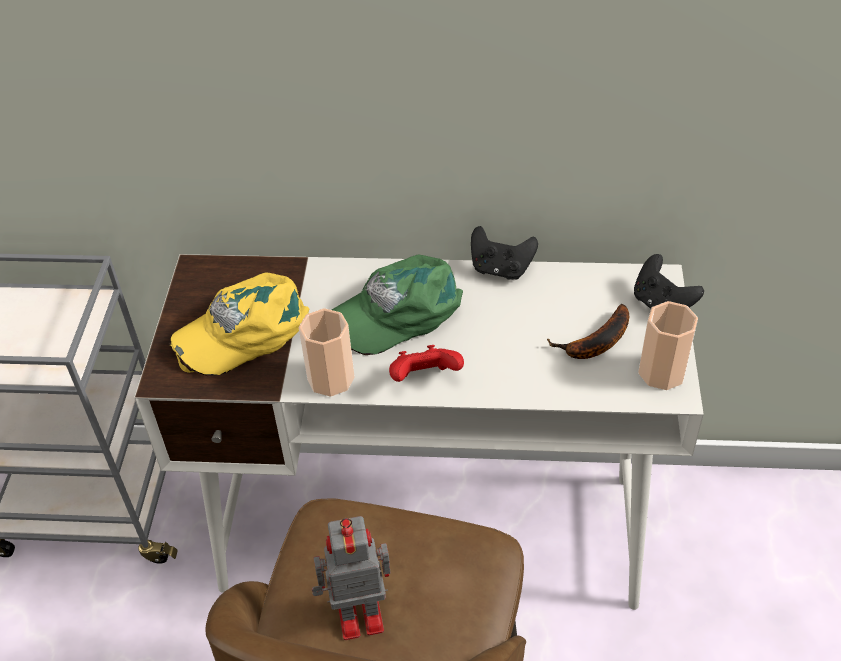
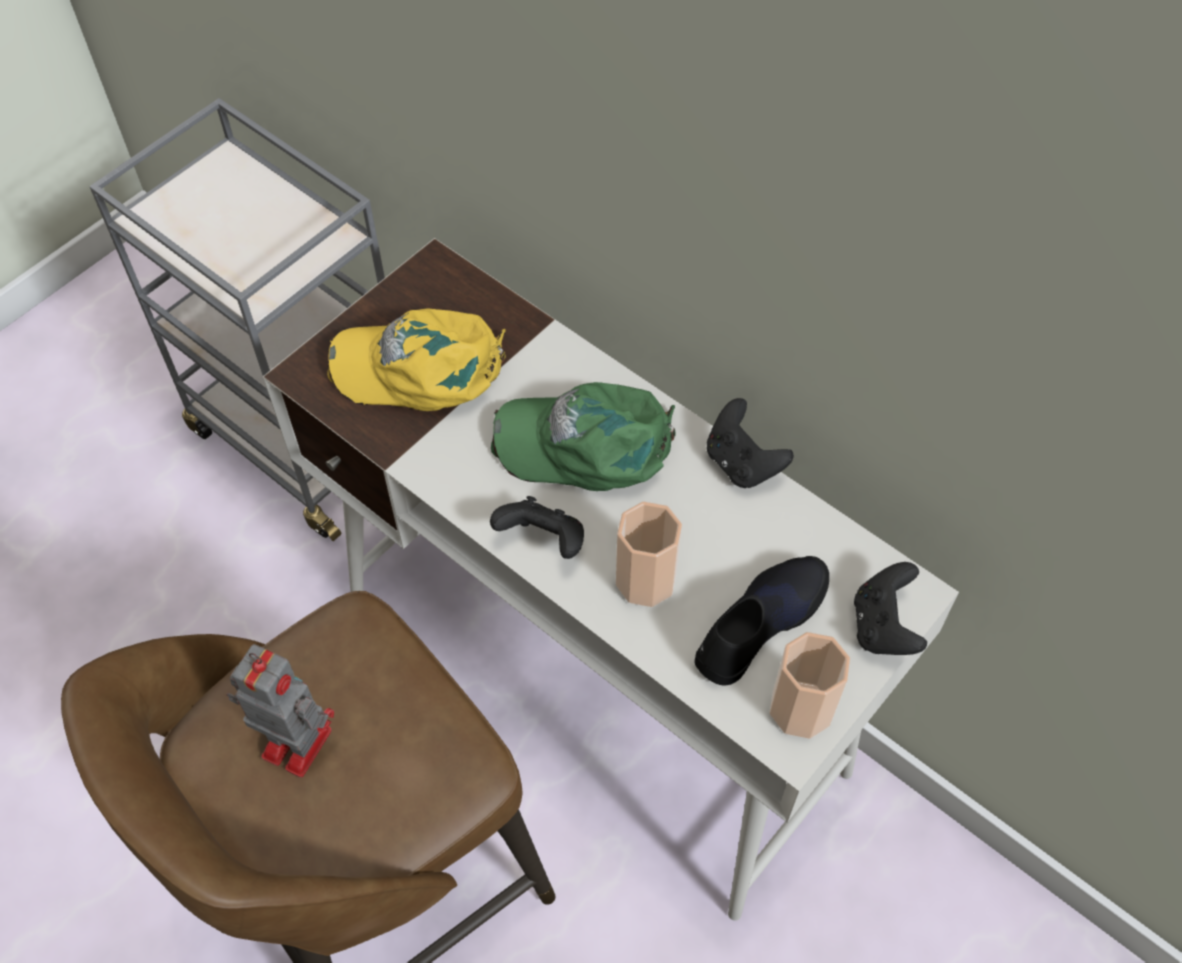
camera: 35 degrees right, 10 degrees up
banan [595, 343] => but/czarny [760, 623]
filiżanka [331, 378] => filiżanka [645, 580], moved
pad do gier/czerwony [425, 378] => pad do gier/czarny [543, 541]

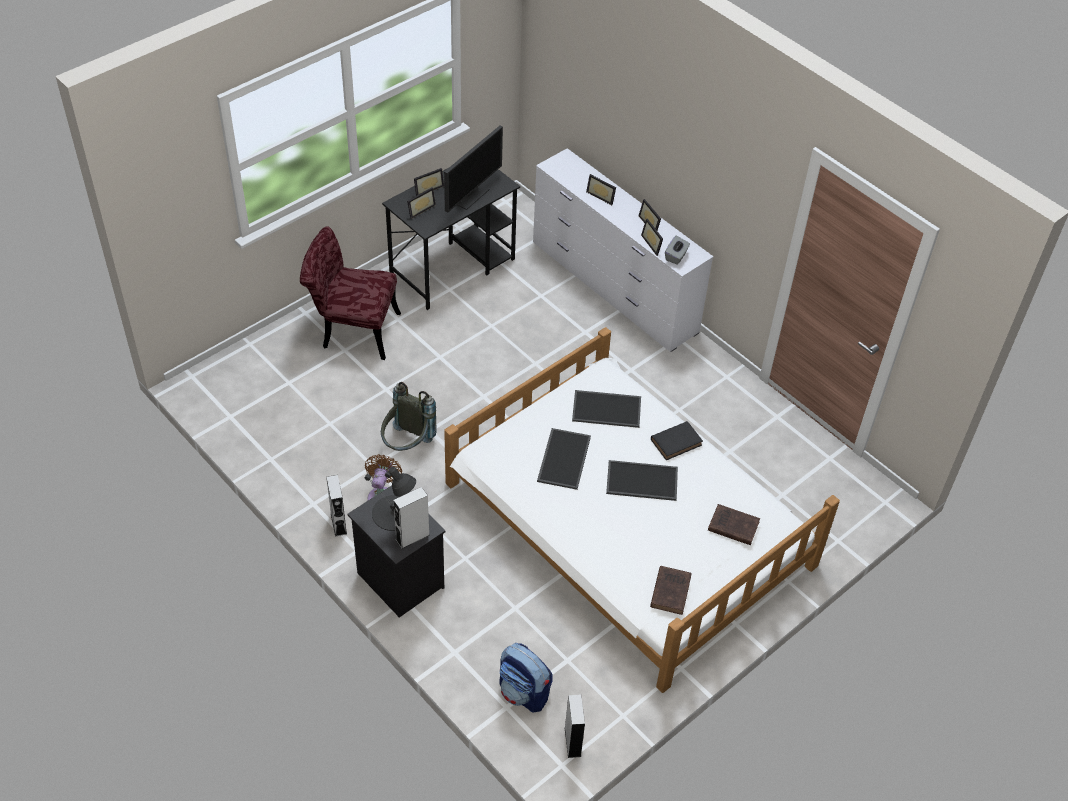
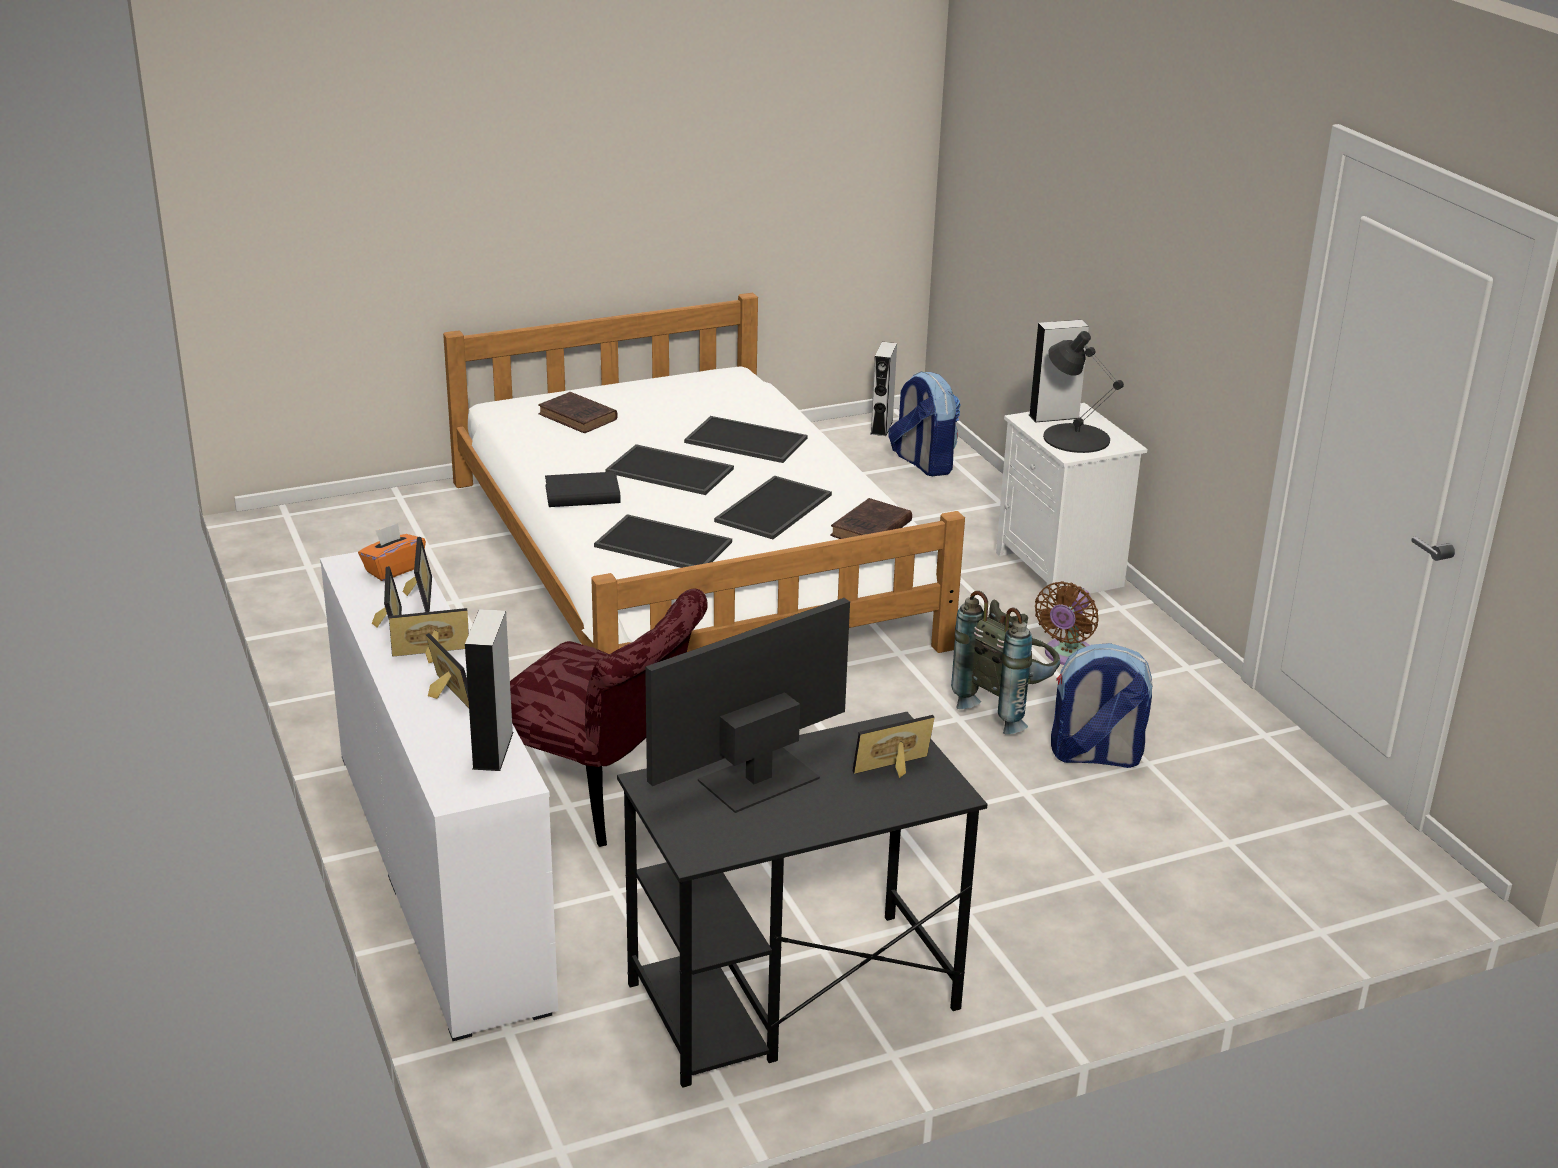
camera: 160 degrees left, 20 degrees down
ramka na zdjęcie [427, 188] => ramka na zdjęcie [431, 657], moved
krzesło/czerwony [352, 330] => krzesło/czerwony [600, 798], moved
pudełko chusteczek/szary [676, 256] => pudełko chusteczek/pomarańczowy [393, 569]
głośnik/szary [338, 523] => głośnik/szary [493, 750], moved
szafka nocna/czarny [398, 580] => szafka nocna/biały [1062, 571]
książka/brązowy [670, 591] => książka/brązowy [870, 530], moved
nothing => taca [744, 441]
nothing => plecak [1095, 756]

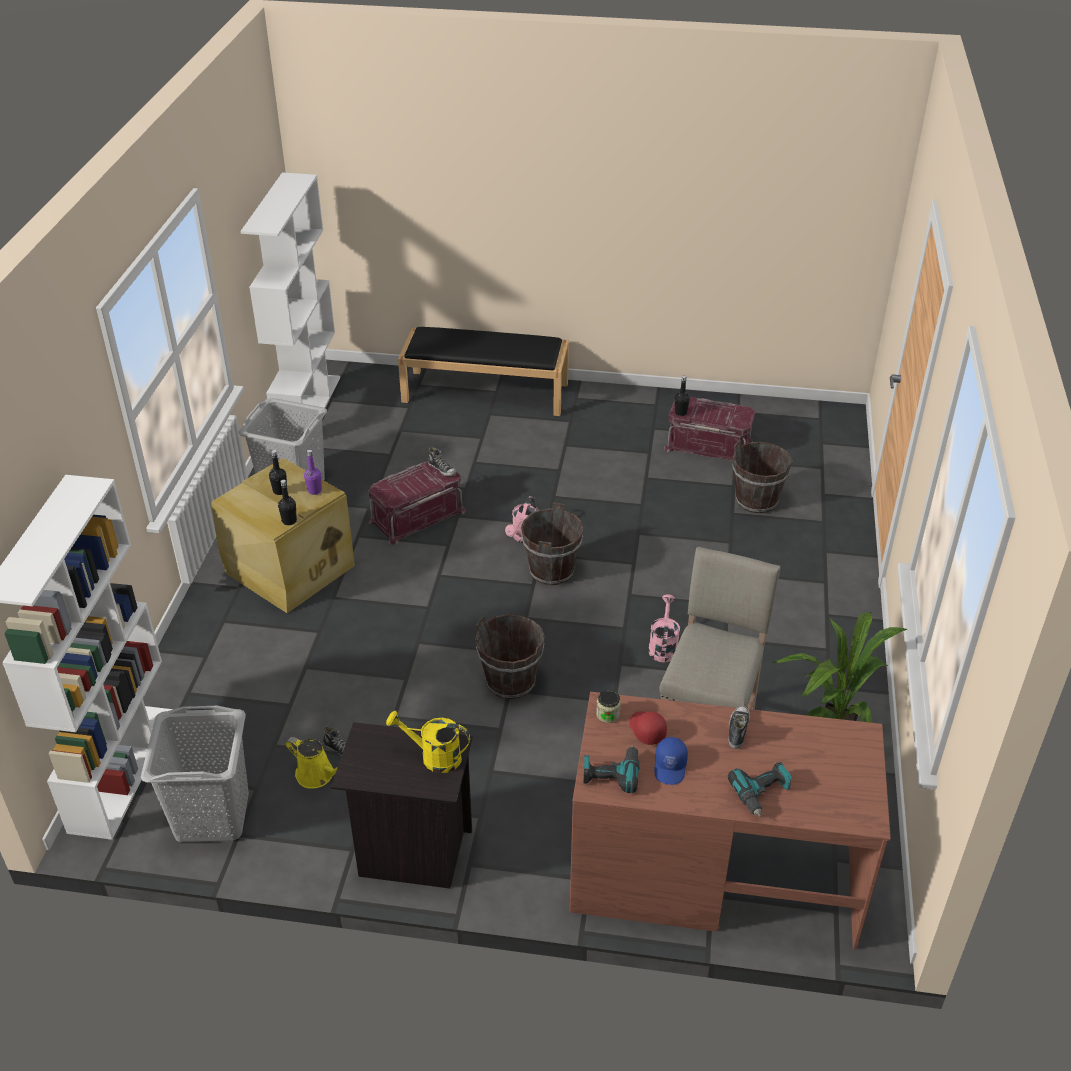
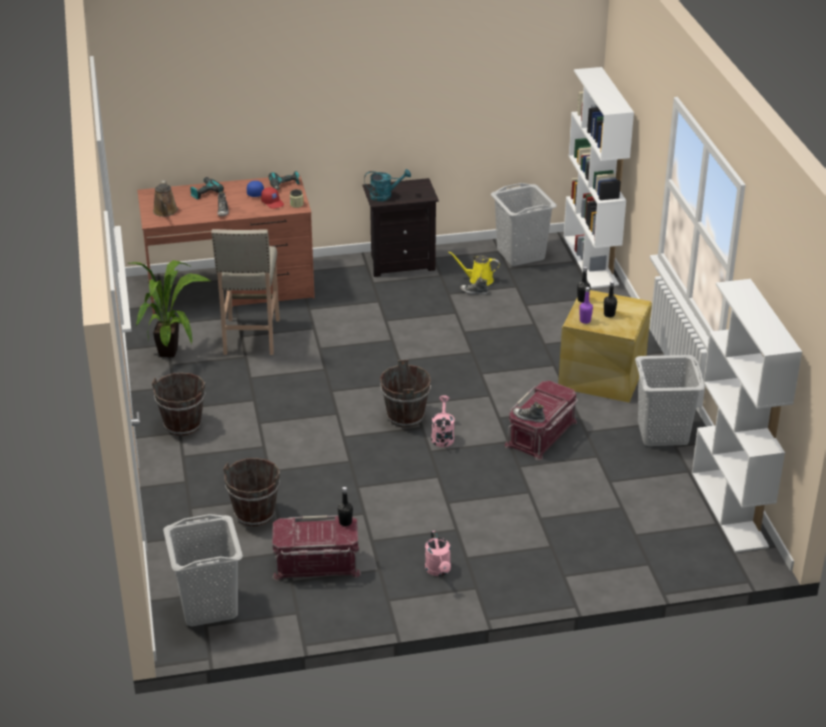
camera: 160 degrees right, 5 degrees down
ławka/czarny [486, 392] => nothing
konewka/różowy [663, 646] => konewka/różowy [439, 571], moved
wiadro/brązowy [510, 682] => wiadro/brązowy [183, 425], moved
konewka/żółty [434, 757] => konewka/turkusowy [385, 196]
nothing => konewka/brązowy [165, 212]
nothing => kosz na pranie/szary [208, 606]

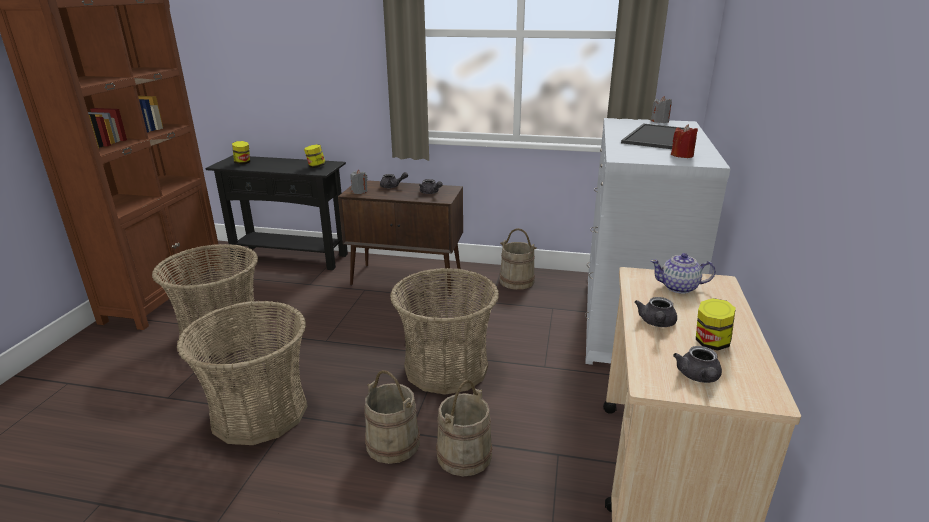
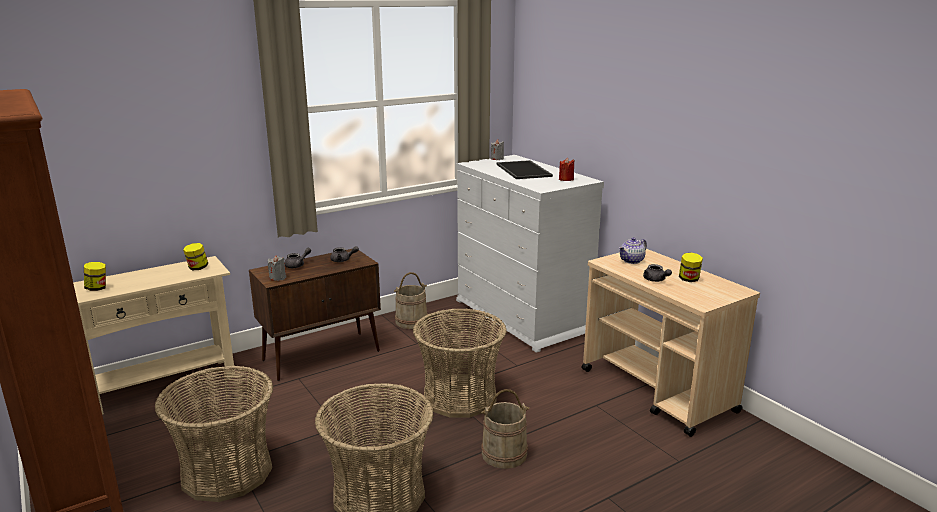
camera: 45 degrees left, 5 degrees down
stolik konsolowy/czarny [290, 257] => stolik konsolowy/beżowy [164, 385]
imbryk/szary [698, 377] => nothing
wiadro/beżowy [464, 454] => nothing

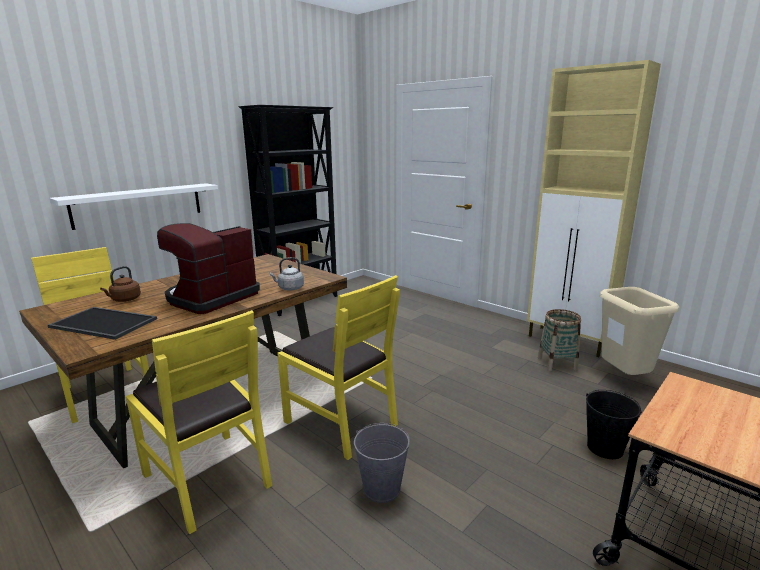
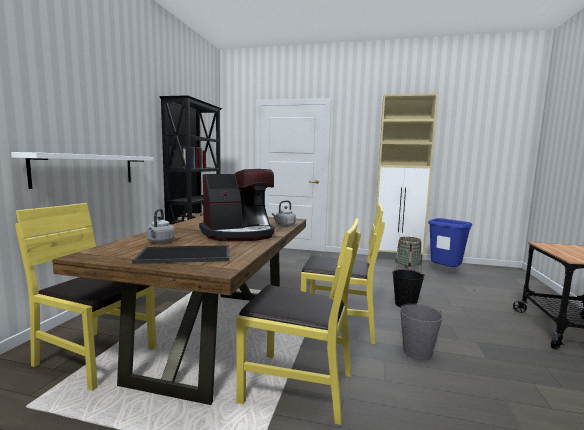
camera: 30 degrees left, 10 degrees down
ekspres do kawy [211, 298] => ekspres do kawy [239, 234], 120 degrees counterclockwise
czajnik/brązowy [124, 300] => czajnik/szary [160, 242]
kosz na śmieci/beżowy [624, 378] => kosz na śmieci/niebieski [445, 272]
wiadro/czarny [605, 448] => wiadro/czarny [405, 304], moved

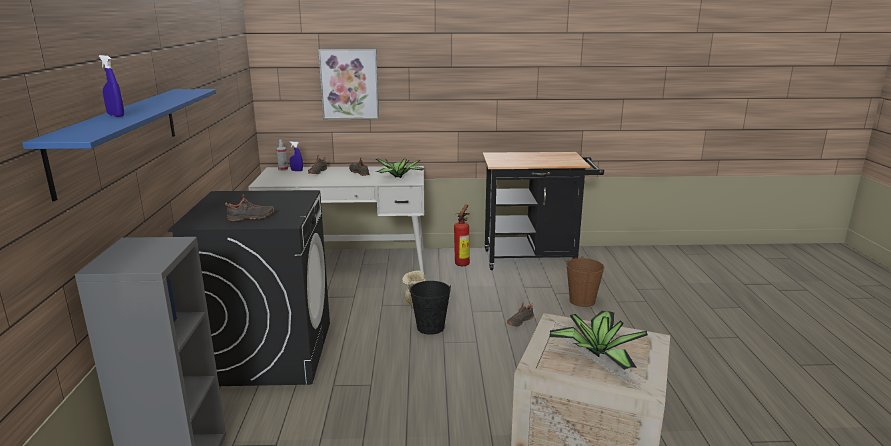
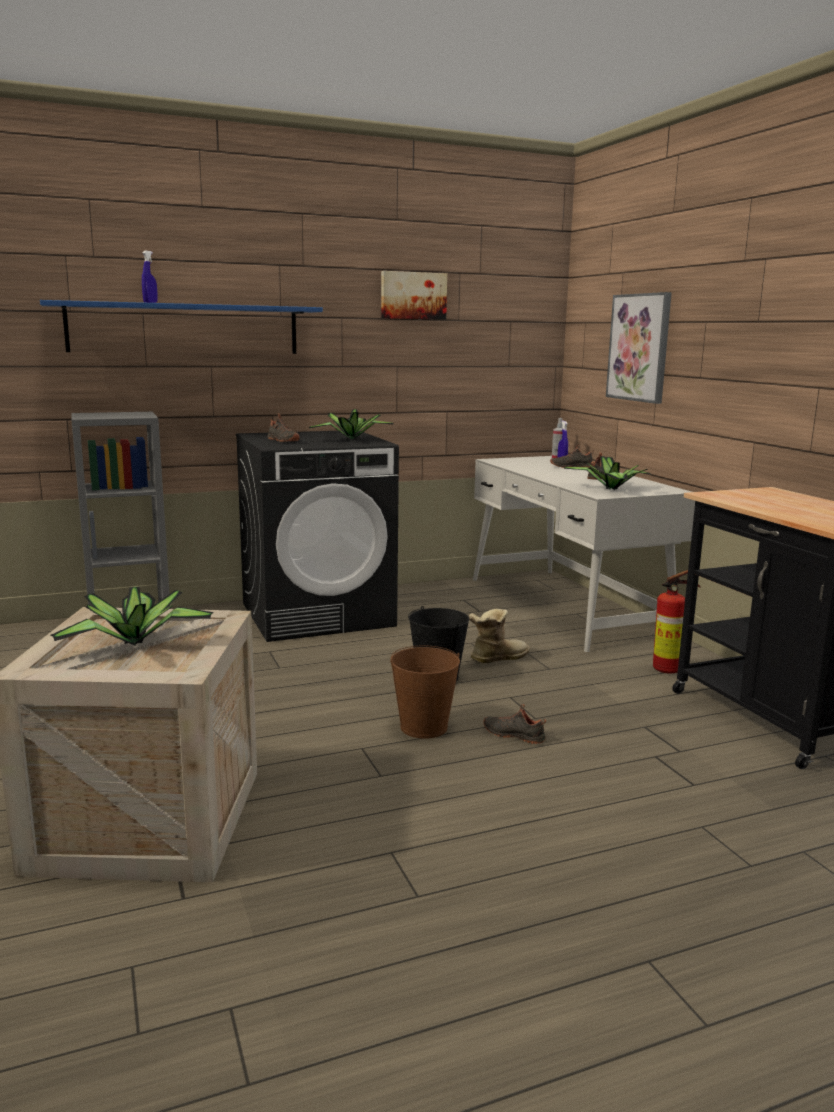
camera: 70 degrees right, 5 degrees down
wiadro/brązowy [582, 301] => wiadro/brązowy [424, 727], moved
nothing => obraz [413, 295]
nothing => roślina doniczkowa [352, 439]

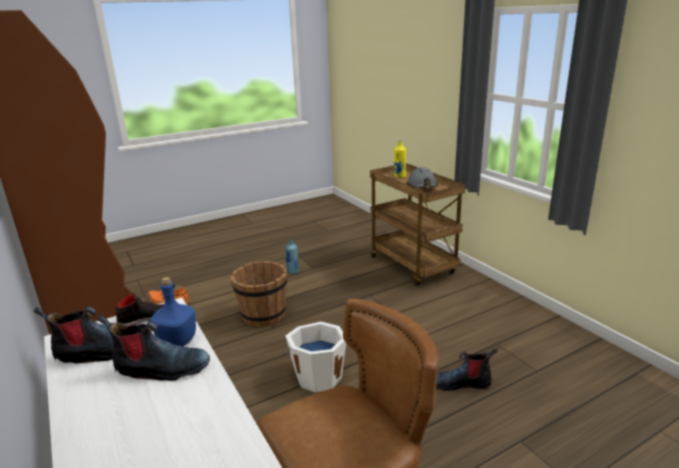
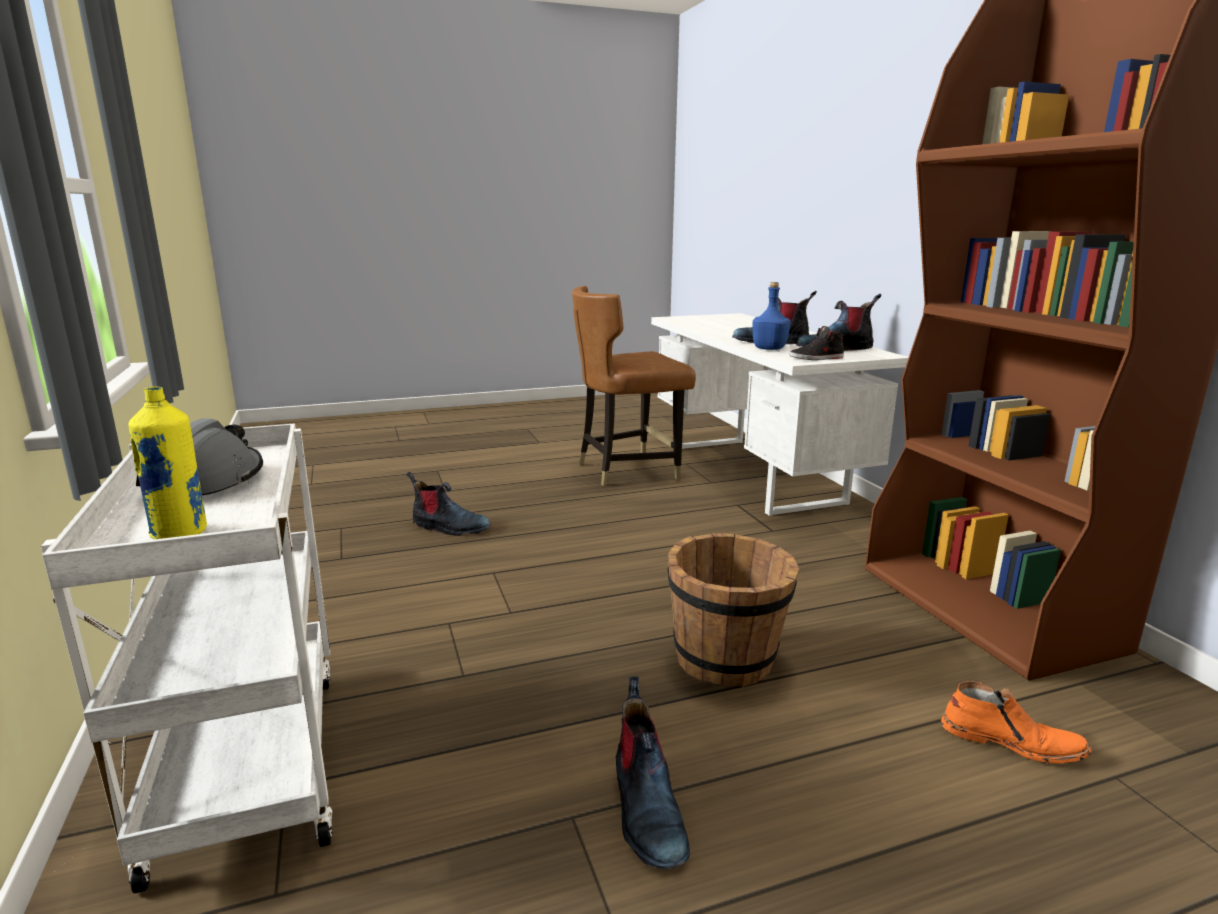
camera: 170 degrees left, 5 degrees down
wózek/brązowy [413, 266] => wózek/biały [247, 763]
butelka/niebieski [293, 271] => but z cholewką [646, 810]
wiadro/biały [318, 376] => nothing

